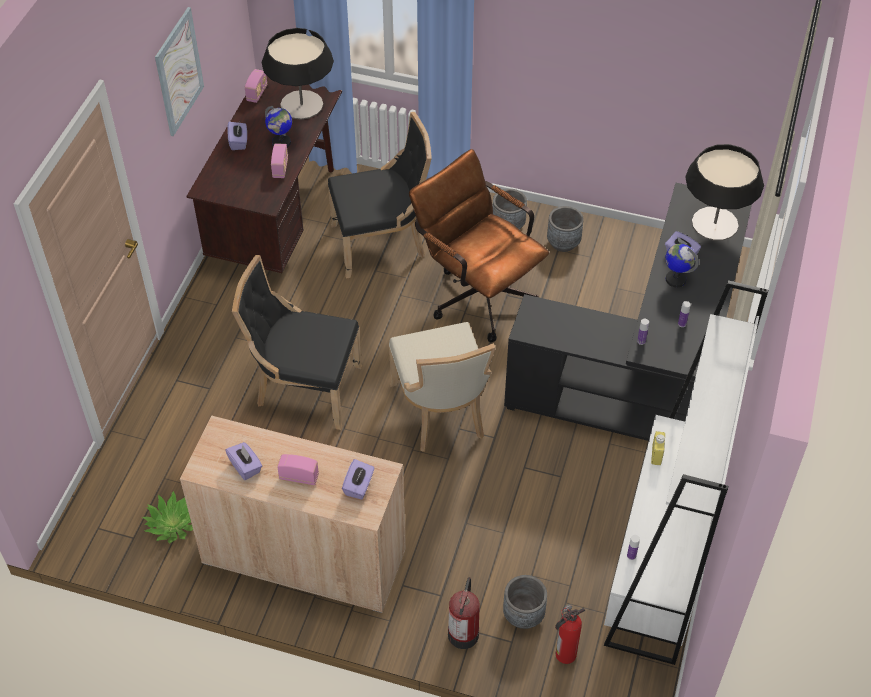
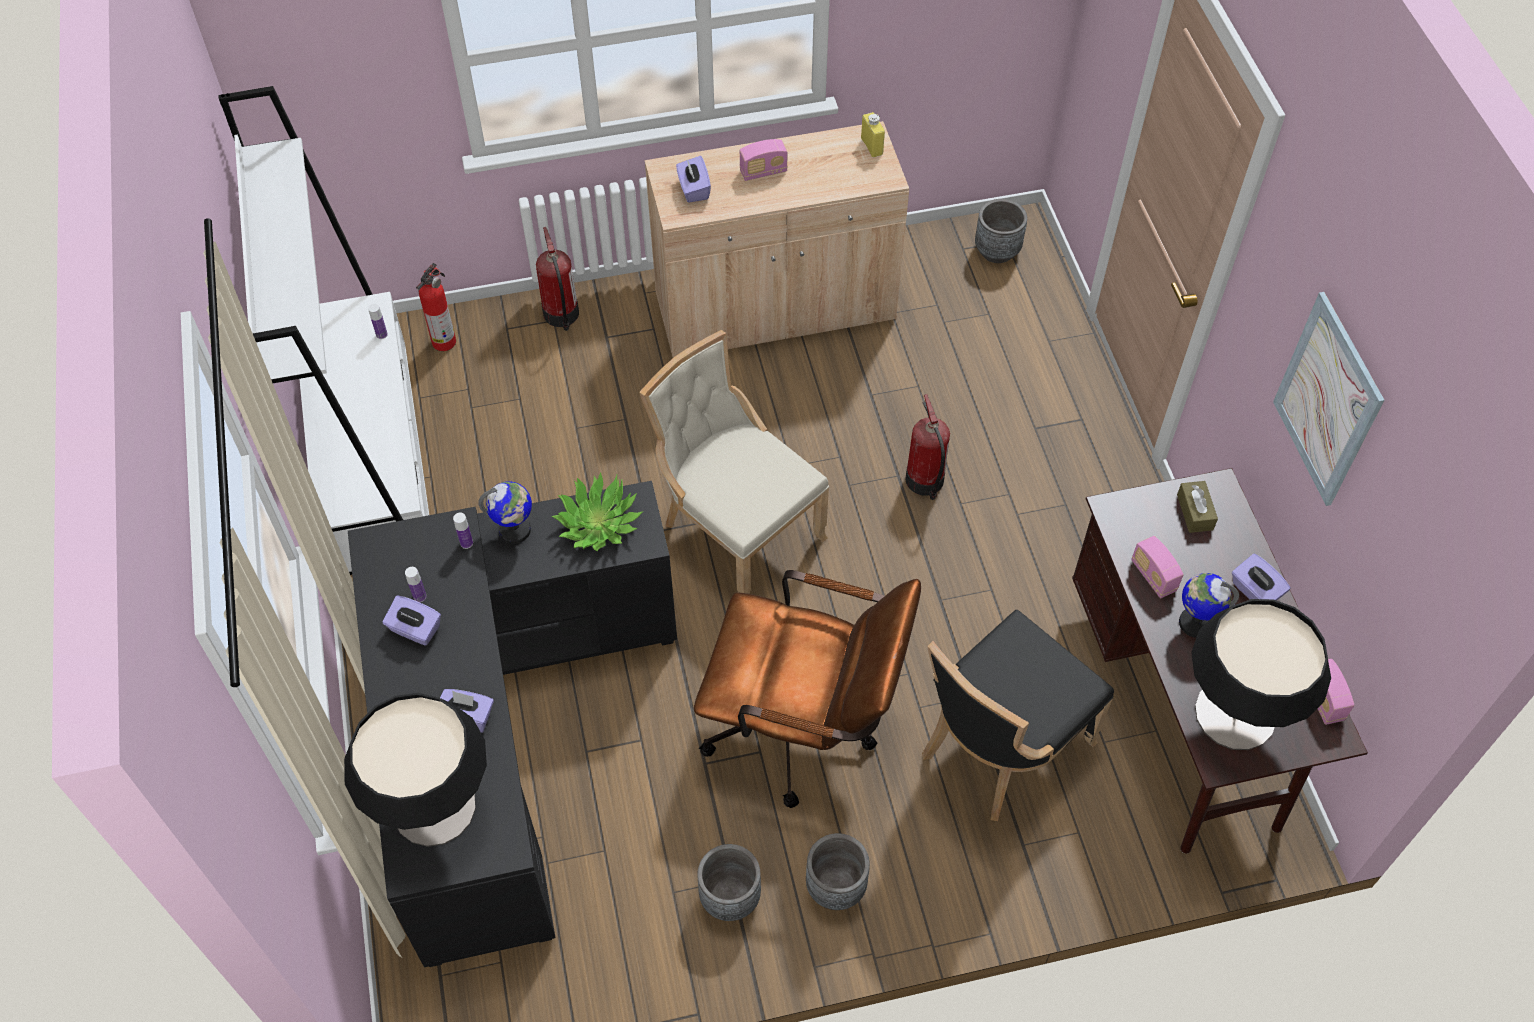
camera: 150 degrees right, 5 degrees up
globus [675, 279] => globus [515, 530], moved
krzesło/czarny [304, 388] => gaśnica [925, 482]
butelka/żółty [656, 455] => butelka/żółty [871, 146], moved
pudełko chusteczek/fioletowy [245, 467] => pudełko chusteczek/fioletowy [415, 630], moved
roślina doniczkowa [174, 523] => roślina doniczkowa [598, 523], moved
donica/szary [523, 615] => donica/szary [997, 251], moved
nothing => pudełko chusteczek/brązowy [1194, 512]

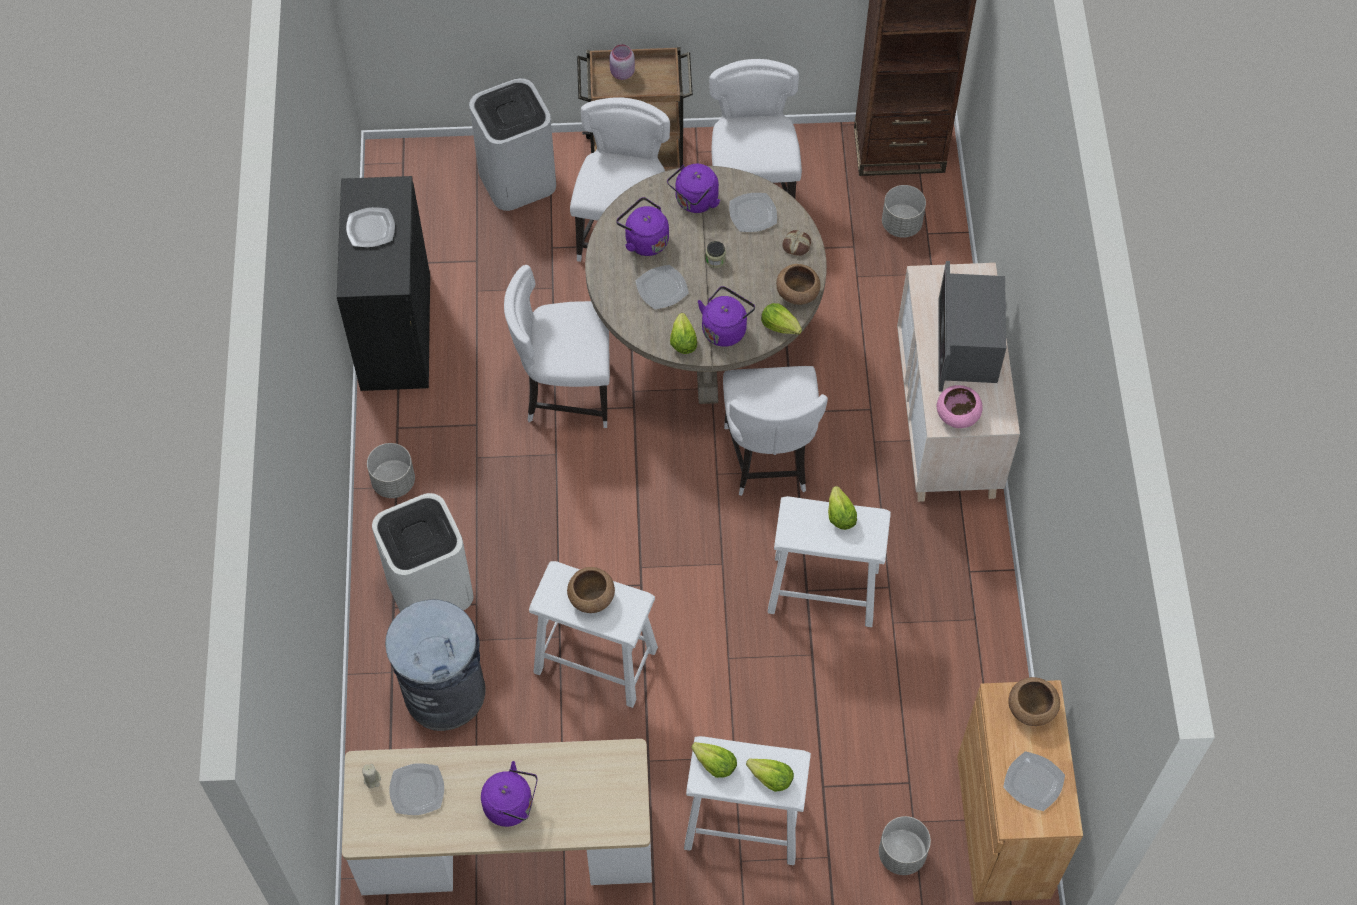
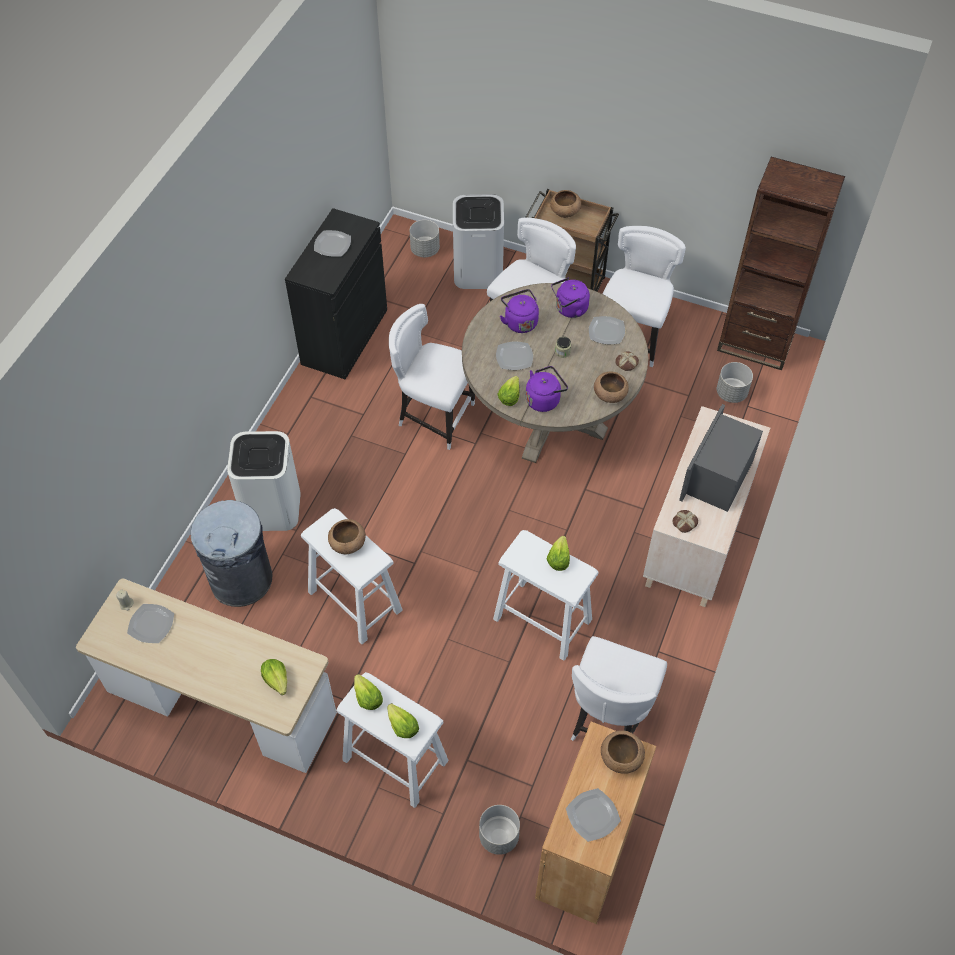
camera: 25 degrees right, 5 degrees down
słoik/różowy [621, 73] => miska/brązowy [564, 212]
sałata [780, 325] => sałata [277, 680], moved
krzesło/biały [768, 460] => krzesło/biały [608, 720], moved
miska/różowy [957, 415] => chleb [684, 522]
donica/szary [393, 482] => donica/szary [425, 249], moved
czajnik/fioletowy [512, 805] => nothing

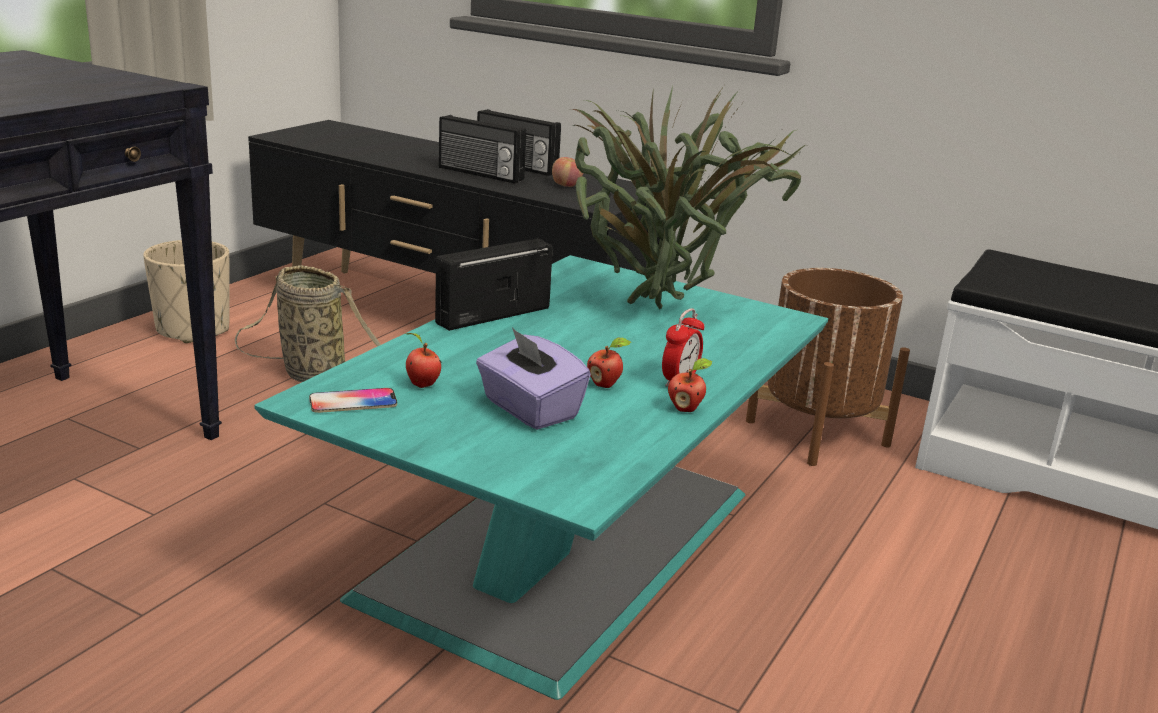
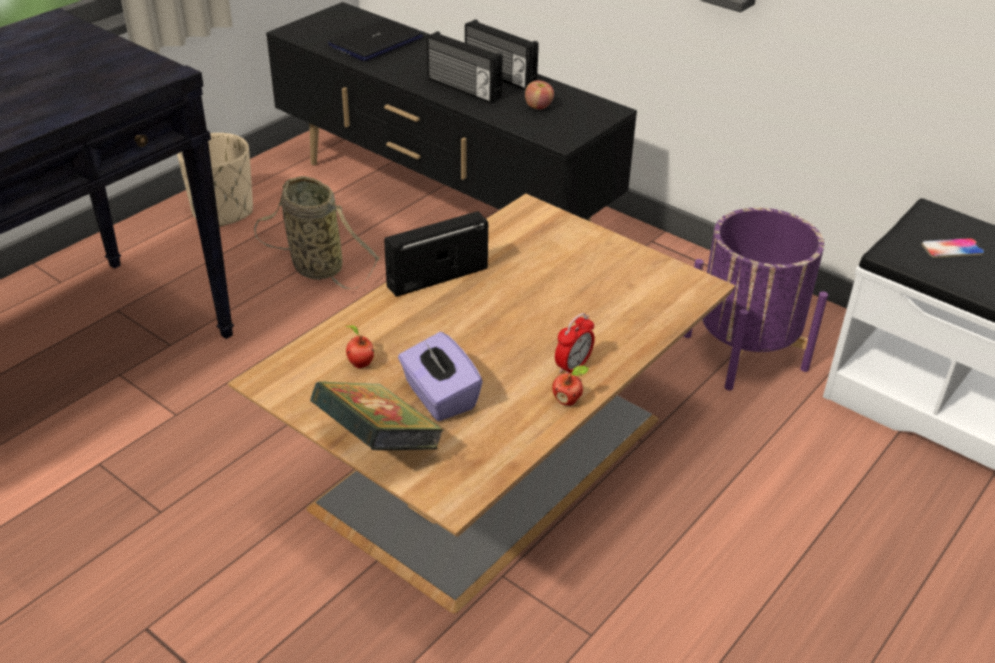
camera: 10 degrees right, 15 degrees up
roślina doniczkowa [662, 314] => nothing
ława/turkusowy [566, 537] => ława/brązowy [494, 457]
donica/brązowy [817, 433] => donica/fioletowy [744, 352]
jabłko [605, 385] => nothing
telefon [353, 402] => telefon [952, 249], moved
nothing => laptop [376, 42]
nothing => książka [378, 443]

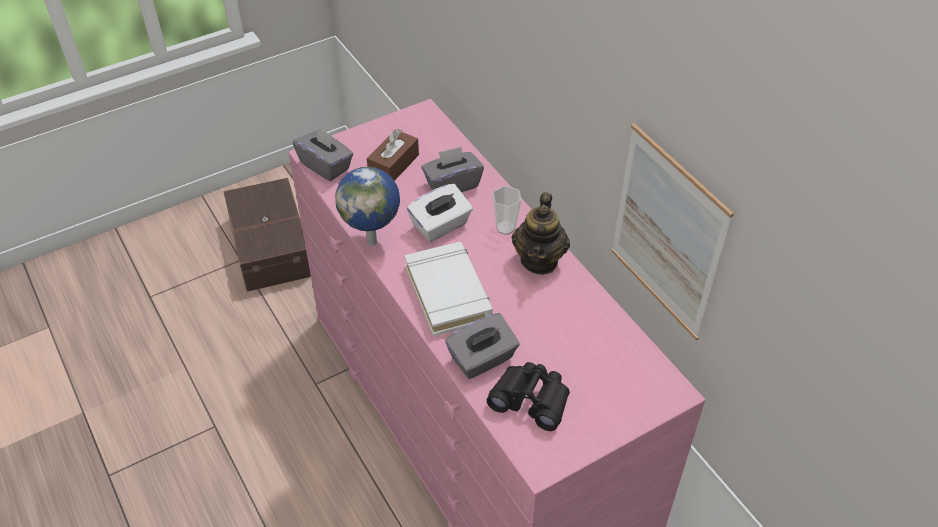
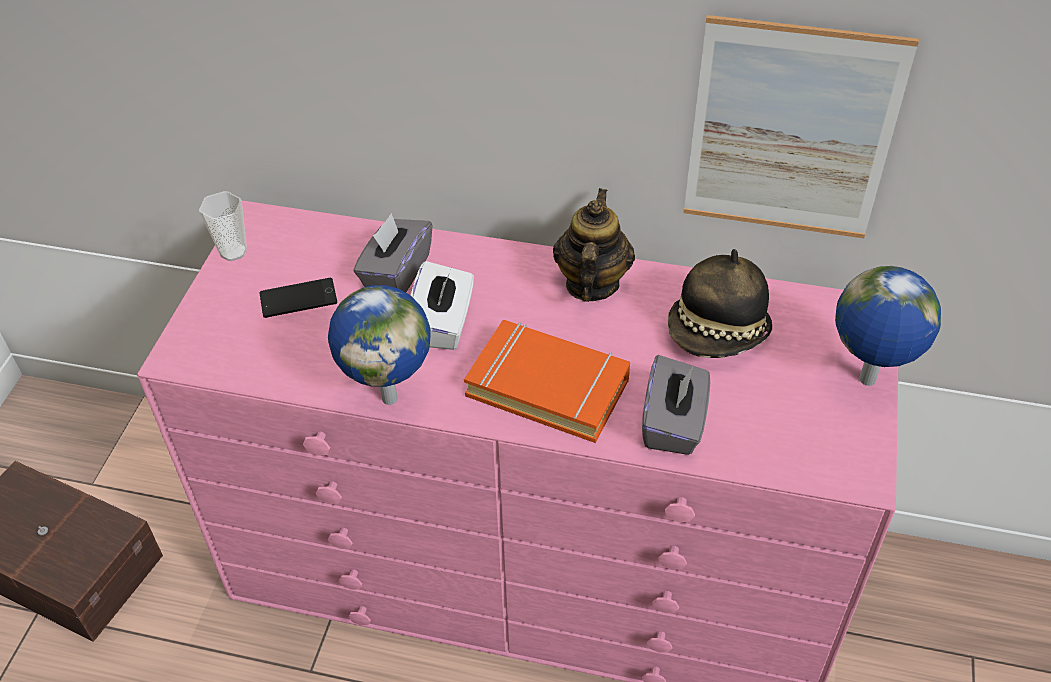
camera: 45 degrees left, 0 degrees up
pudełko chusteczek/szary [325, 166] => nothing
pudełko chusteczek/brązowy [393, 165] => telefon [298, 298]
filiżanka [505, 228] => filiżanka [233, 252], moved
imbryk [539, 260] => imbryk [591, 284], 135 degrees counterclockwise
książka/biały [448, 293] => książka/pomarańczowy [548, 387]
lornetka/czarny [531, 400] => nothing
nothing => kapelusz [718, 334]
nothing => globus [867, 381]

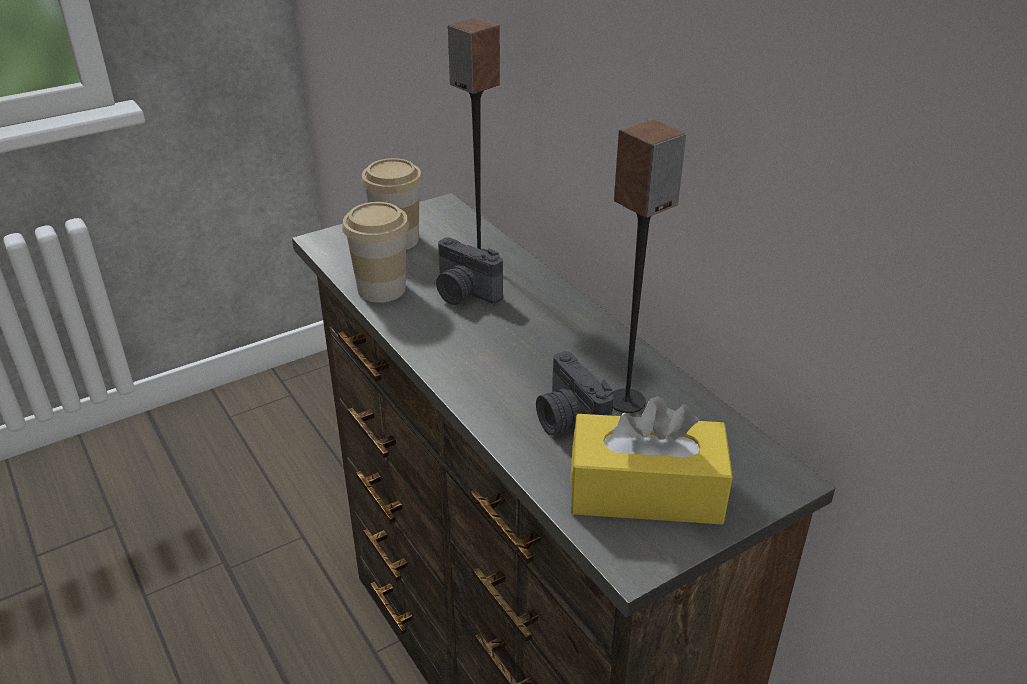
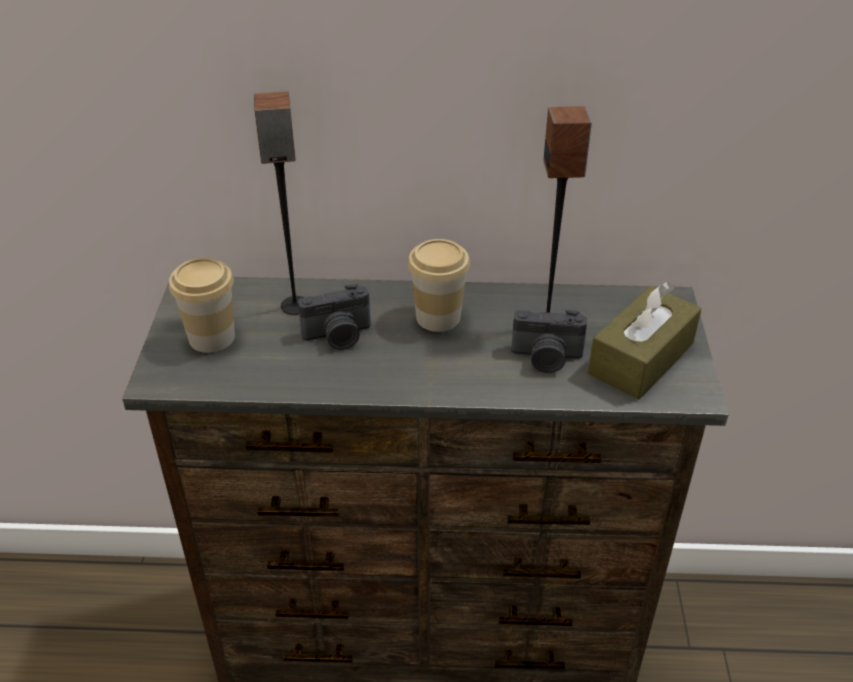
camera: 55 degrees left, 5 degrees up
filiżanka [381, 289] => filiżanka [438, 317], moved
pudełko chusteczek/żółty [645, 491] => pudełko chusteczek/brązowy [641, 358]

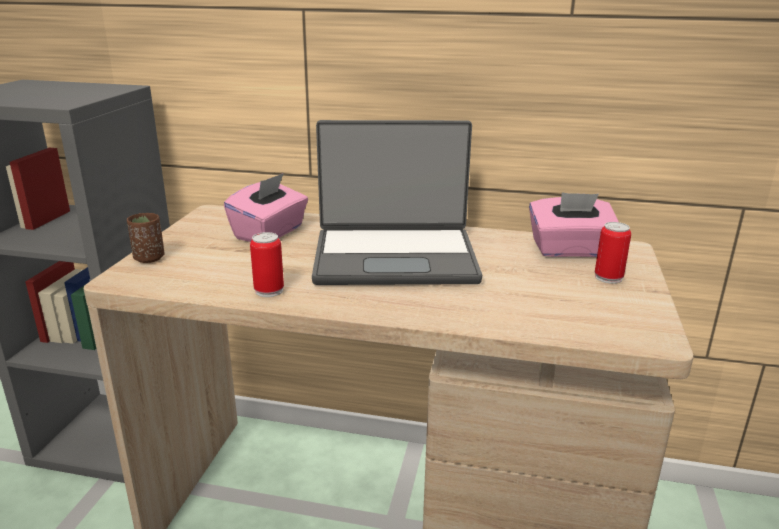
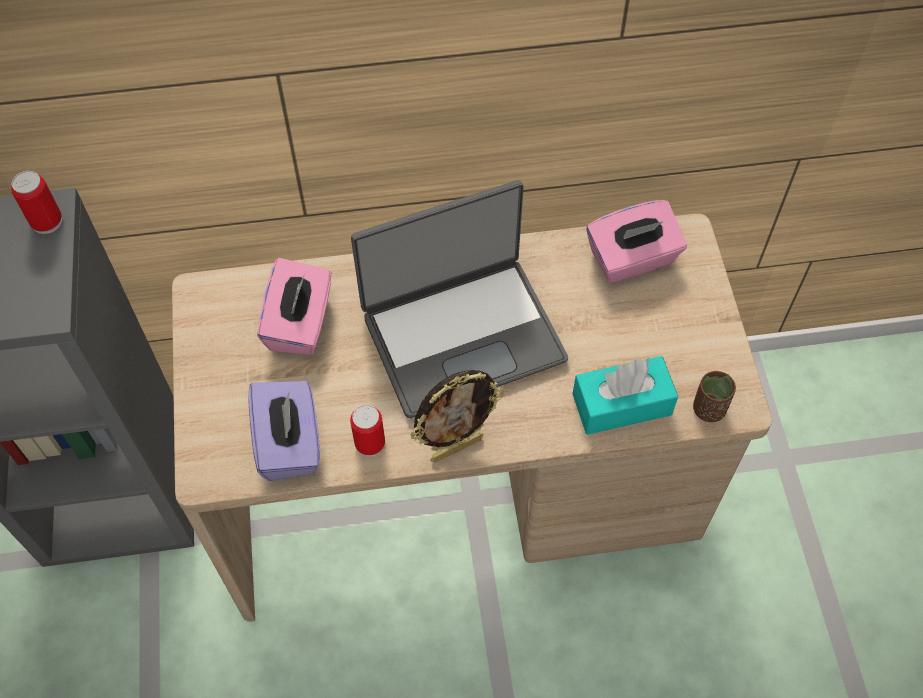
camera: 20 degrees left, 35 degrees up
filiżanka/brązowy [149, 258] => filiżanka/brązowy [708, 409], moved
puszka [608, 277] => puszka [46, 221], moved
nothing => pudełko chusteczek/turkusowy [622, 404]
nothing => ramka na zdjęcie [456, 447]
nothing => pudełko chusteczek/fioletowy [290, 444]

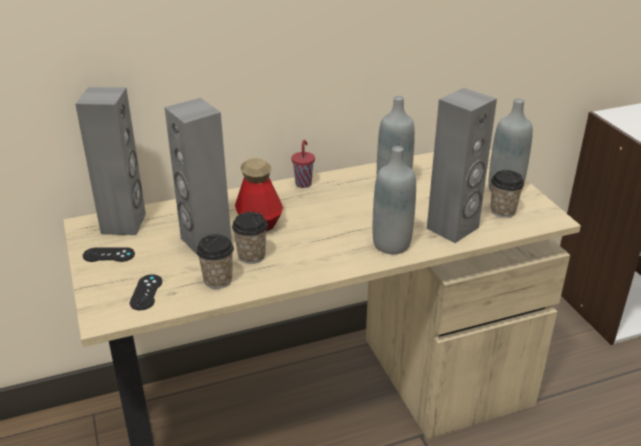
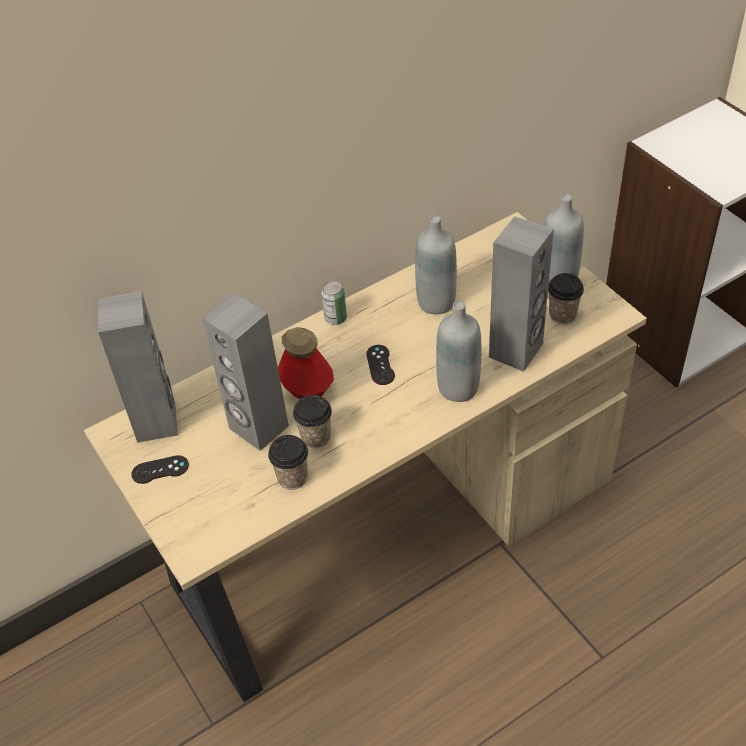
camera: 10 degrees left, 15 degrees up
filiżanka/czerwony [303, 183] => puszka [335, 318]
pad do gier/czarny [146, 292] => pad do gier/czarny [380, 365], moved

